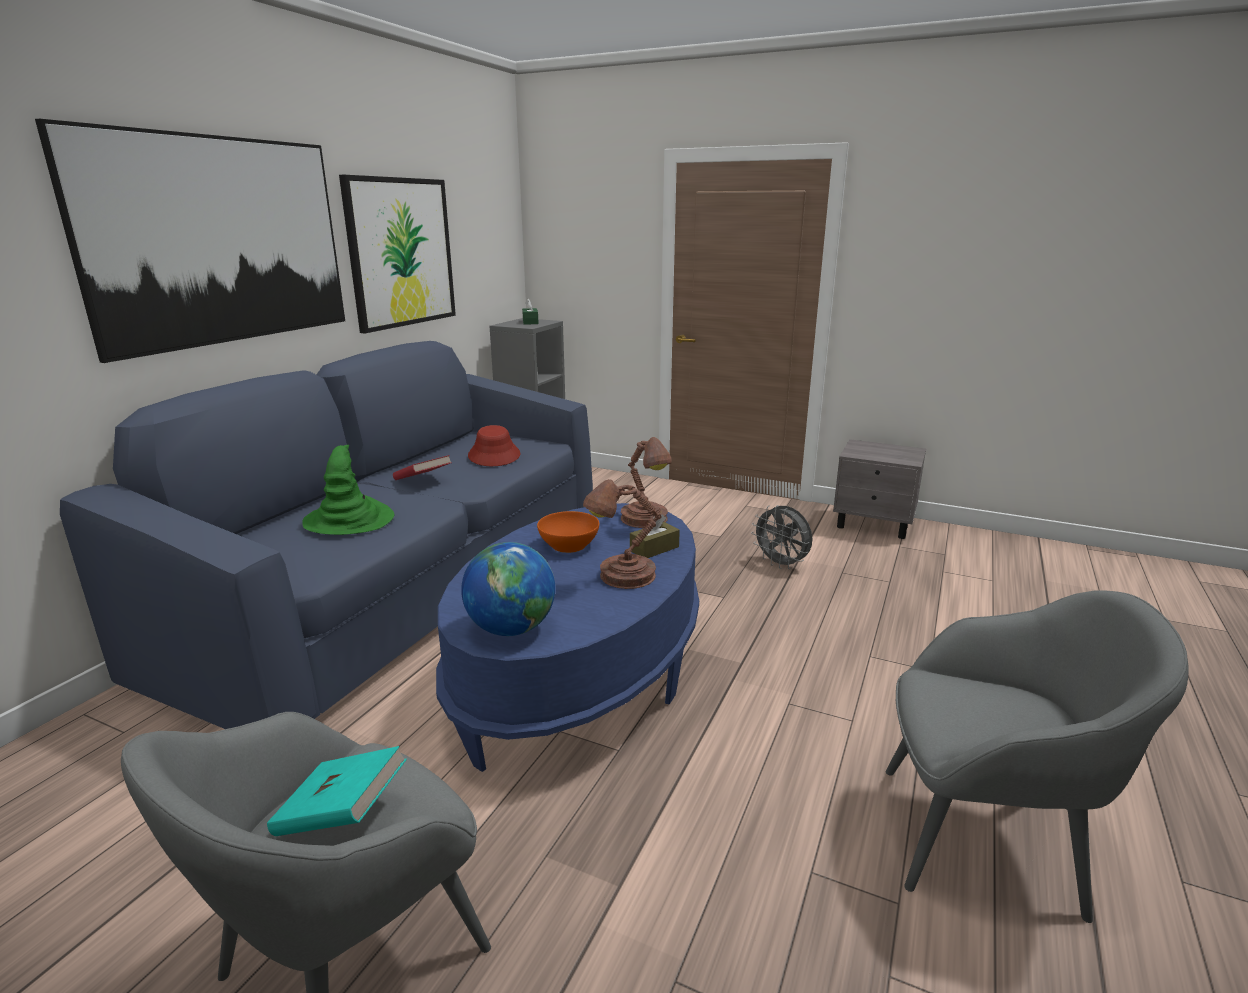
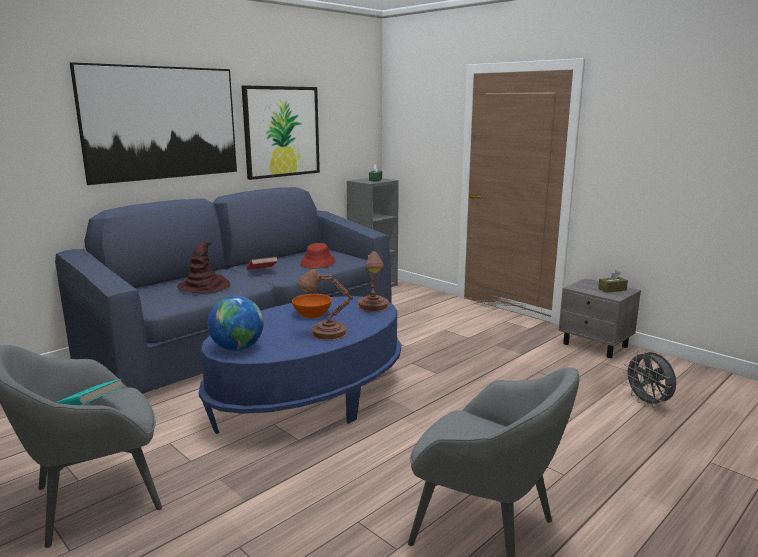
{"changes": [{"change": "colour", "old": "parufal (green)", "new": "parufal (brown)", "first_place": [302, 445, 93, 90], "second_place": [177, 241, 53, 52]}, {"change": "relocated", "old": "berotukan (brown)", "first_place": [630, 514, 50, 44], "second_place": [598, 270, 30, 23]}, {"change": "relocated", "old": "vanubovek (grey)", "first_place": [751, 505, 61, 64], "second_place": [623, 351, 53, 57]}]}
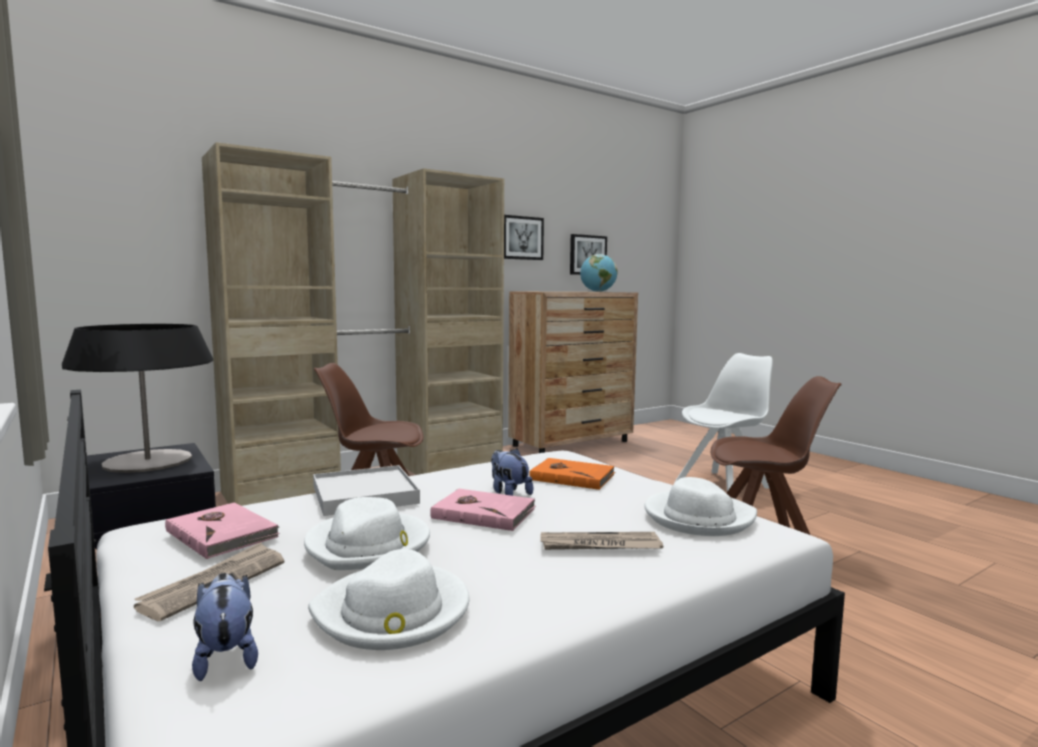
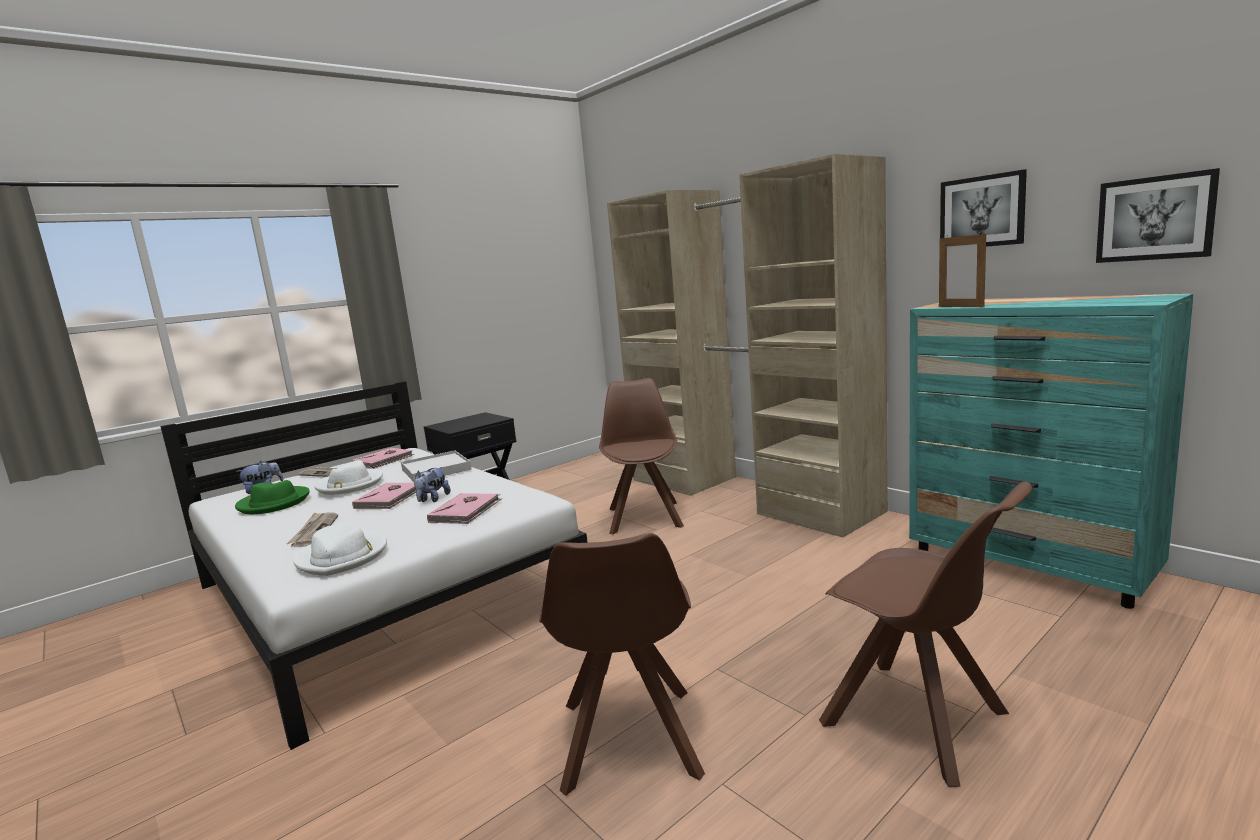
{"changes": [{"change": "missing", "old": "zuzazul", "first_place": [62, 324, 151, 149]}, {"change": "colour", "old": "parufal (white)", "new": "parufal (green)", "first_place": [308, 549, 161, 101], "second_place": [235, 480, 75, 34]}, {"change": "spun", "old": "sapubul", "first_place": [491, 448, 42, 48], "second_place": [414, 467, 37, 35], "degrees": 150}, {"change": "colour", "old": "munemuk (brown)", "new": "munemuk (turquoise)", "first_place": [508, 291, 130, 162], "second_place": [909, 294, 284, 315]}, {"change": "colour", "old": "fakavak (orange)", "new": "fakavak (pink)", "first_place": [529, 458, 86, 32], "second_place": [427, 493, 75, 31]}, {"change": "missing", "old": "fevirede", "first_place": [580, 254, 38, 38]}, {"change": "colour", "old": "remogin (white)", "new": "remogin (brown)", "first_place": [674, 353, 99, 139], "second_place": [819, 482, 213, 305]}, {"change": "appeared", "new": "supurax", "second_place": [939, 232, 47, 75]}]}
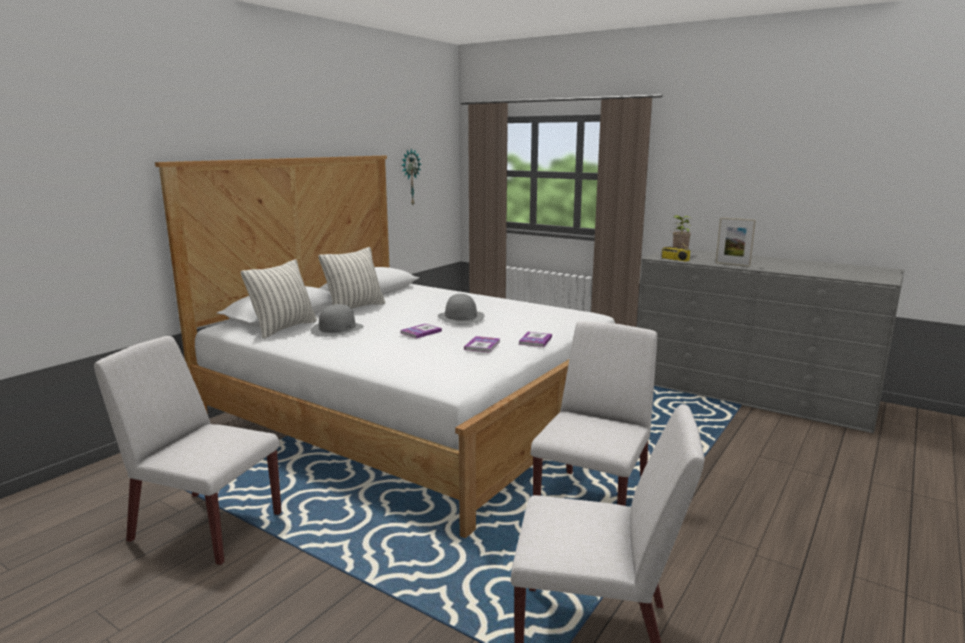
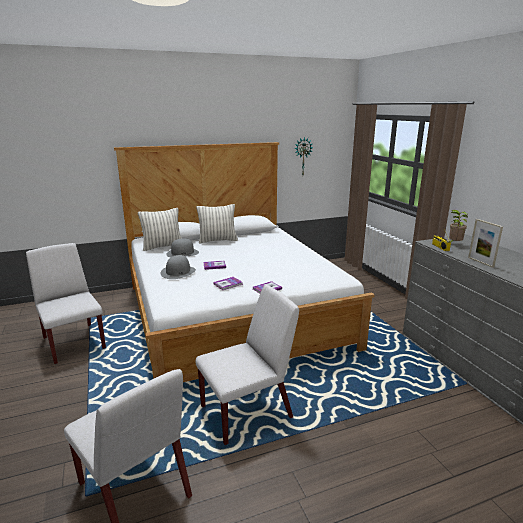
{"changes": [{"change": "relocated", "old": "parufal (grey)", "first_place": [438, 294, 47, 30], "second_place": [160, 255, 36, 24]}]}
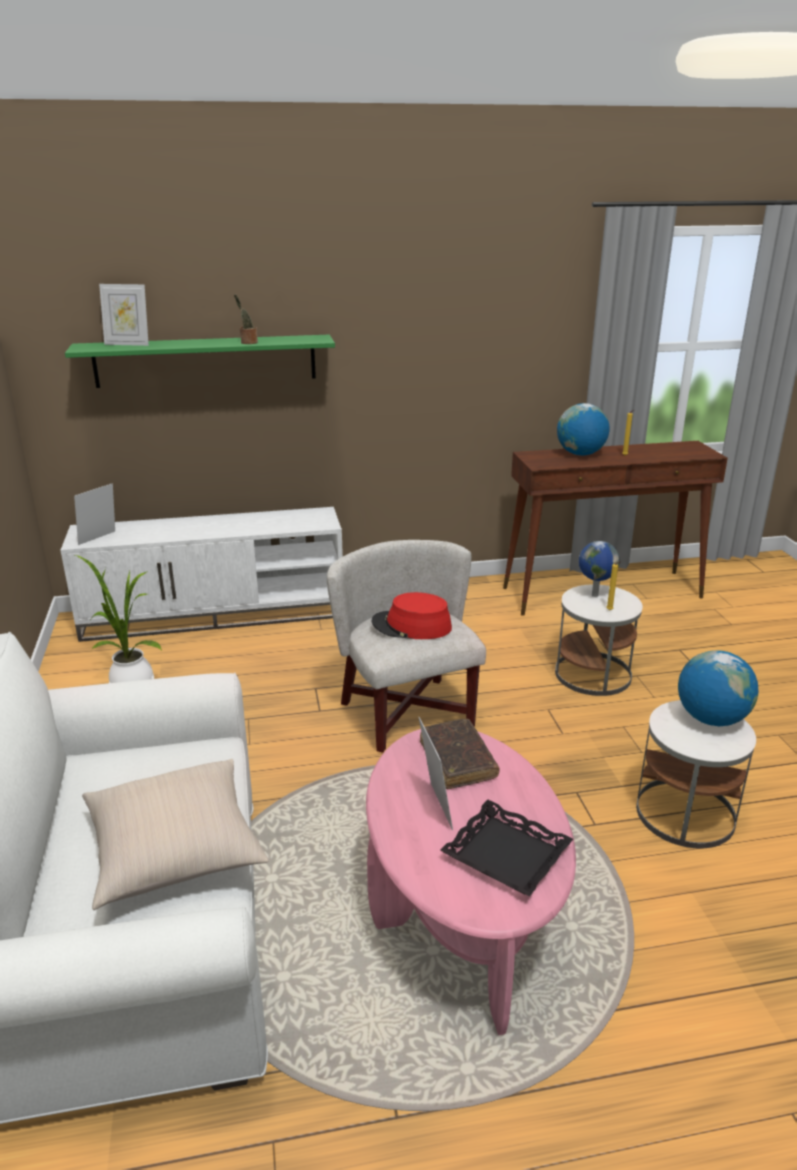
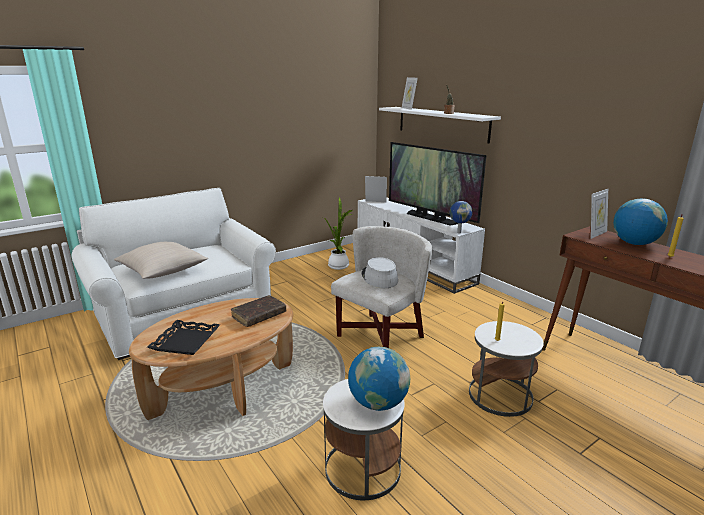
{"changes": [{"change": "colour", "old": "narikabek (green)", "new": "narikabek (white)", "first_place": [65, 335, 270, 53], "second_place": [379, 107, 122, 37]}, {"change": "colour", "old": "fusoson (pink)", "new": "fusoson (brown)", "first_place": [366, 729, 210, 306], "second_place": [129, 298, 164, 122]}, {"change": "colour", "old": "parufal (red)", "new": "parufal (grey)", "first_place": [371, 592, 81, 47], "second_place": [361, 257, 37, 31]}, {"change": "relocated", "old": "supurax", "first_place": [419, 717, 34, 113], "second_place": [591, 189, 17, 50]}, {"change": "relocated", "old": "fevirede", "first_place": [579, 541, 41, 56], "second_place": [450, 201, 23, 33]}, {"change": "appeared", "new": "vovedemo", "second_place": [389, 142, 97, 84]}]}
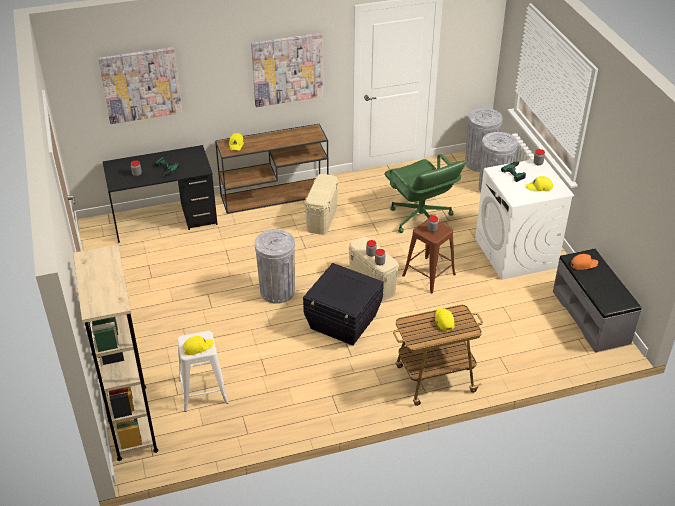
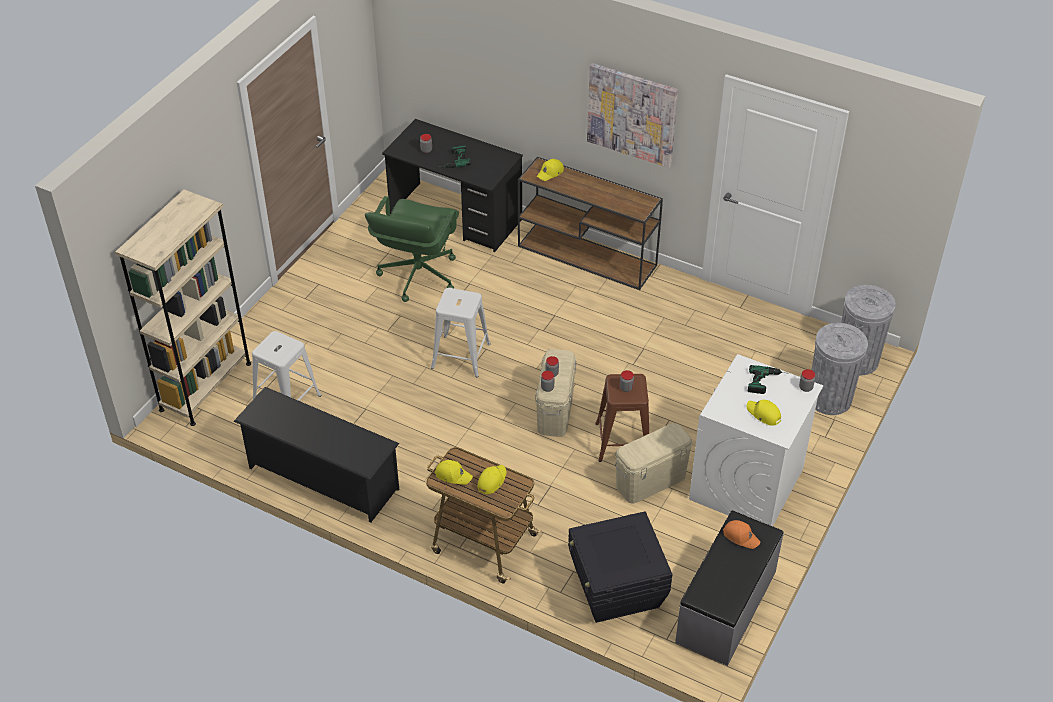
{"changes": [{"change": "missing", "old": "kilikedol", "first_place": [98, 47, 84, 77]}, {"change": "relocated", "old": "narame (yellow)", "first_place": [183, 336, 30, 19], "second_place": [435, 460, 38, 25]}, {"change": "exchanged", "old": "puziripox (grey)", "new": "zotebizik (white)", "first_place": [254, 229, 41, 75], "second_place": [431, 288, 60, 89]}, {"change": "relocated", "old": "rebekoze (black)", "first_place": [303, 263, 81, 83], "second_place": [568, 511, 104, 112]}, {"change": "relocated", "old": "rebekoze (beige)", "first_place": [305, 174, 33, 61], "second_place": [614, 423, 79, 81]}, {"change": "relocated", "old": "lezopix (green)", "first_place": [384, 154, 82, 79], "second_place": [365, 196, 94, 106]}, {"change": "appeared", "new": "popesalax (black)", "second_place": [234, 387, 165, 135]}]}
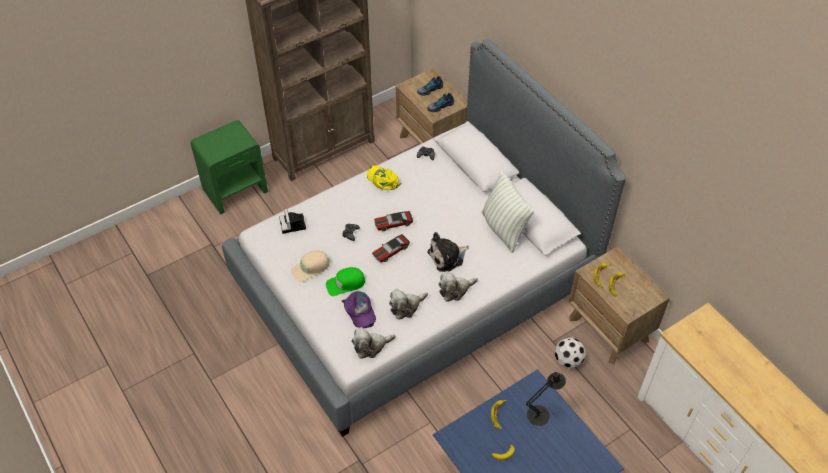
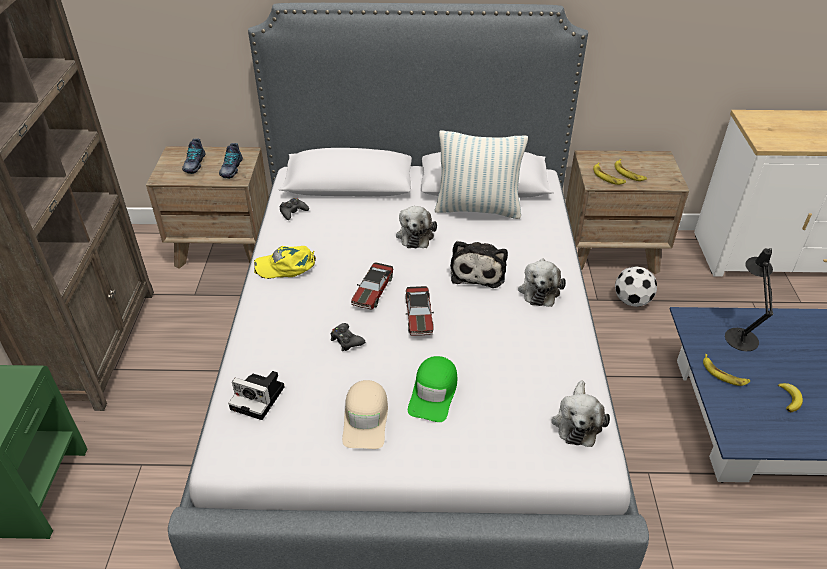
{"changes": [{"change": "missing", "old": "narame (purple)", "first_place": [342, 291, 34, 37]}, {"change": "relocated", "old": "sapubul", "first_place": [389, 289, 39, 31], "second_place": [396, 206, 41, 42]}]}
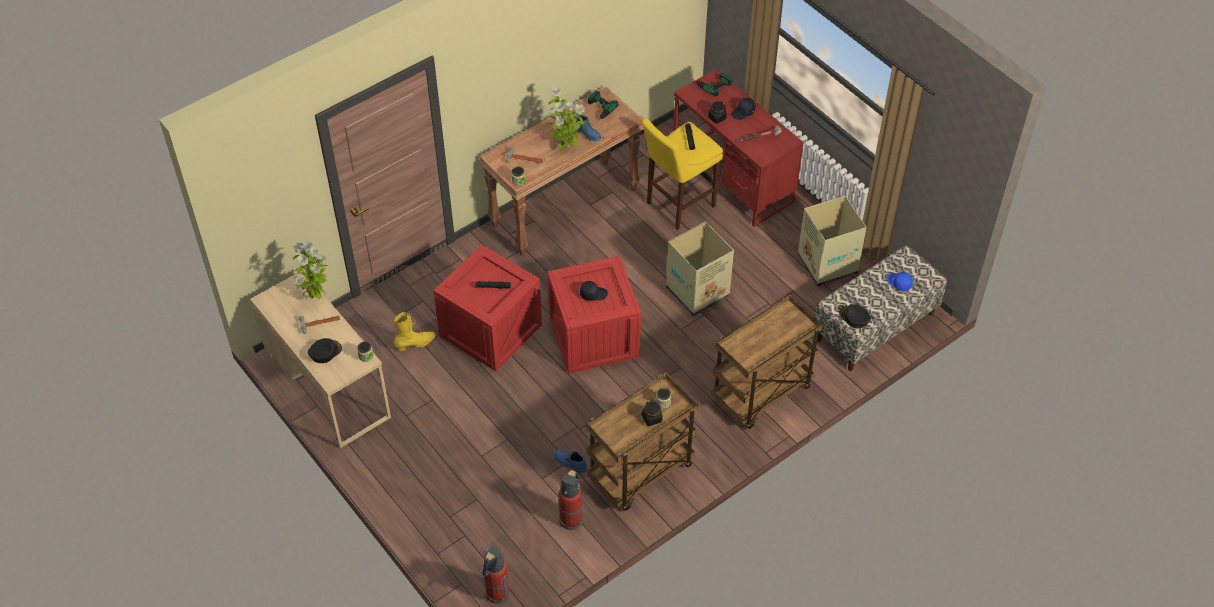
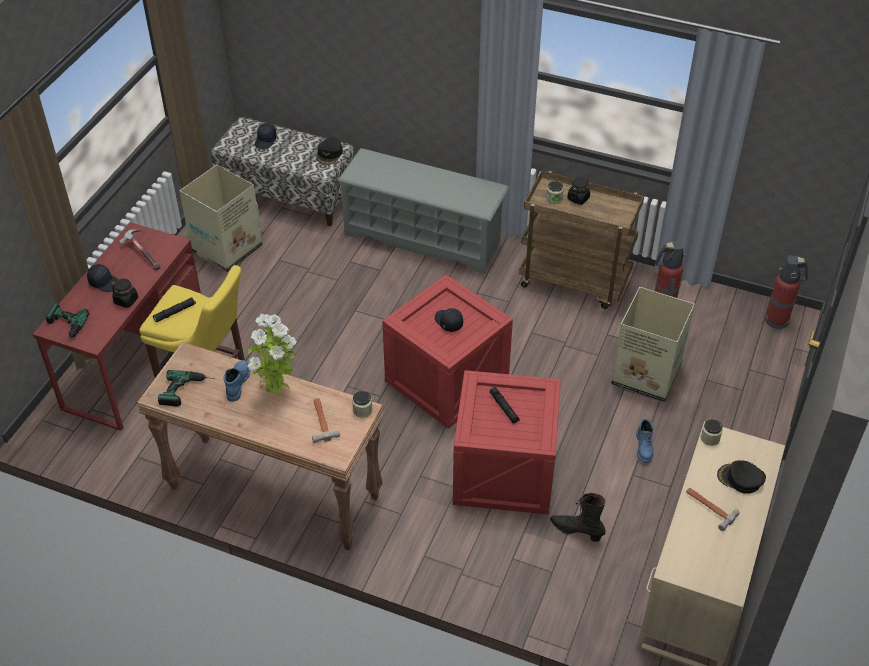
{"changes": [{"change": "missing", "old": "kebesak", "first_place": [293, 241, 35, 59]}, {"change": "colour", "old": "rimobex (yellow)", "new": "rimobex (black)", "first_place": [394, 312, 42, 39], "second_place": [550, 493, 55, 49]}, {"change": "relocated", "old": "rimobex (blue)", "first_place": [554, 450, 33, 23], "second_place": [636, 419, 18, 44]}, {"change": "relocated", "old": "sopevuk", "first_place": [666, 222, 68, 94], "second_place": [611, 287, 84, 115]}, {"change": "exchanged", "old": "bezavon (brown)", "new": "popesalax (grey)", "first_place": [711, 295, 111, 134], "second_place": [337, 148, 172, 126]}, {"change": "colour", "old": "narame (blue)", "new": "narame (black)", "first_place": [887, 272, 26, 19], "second_place": [255, 123, 22, 26]}]}
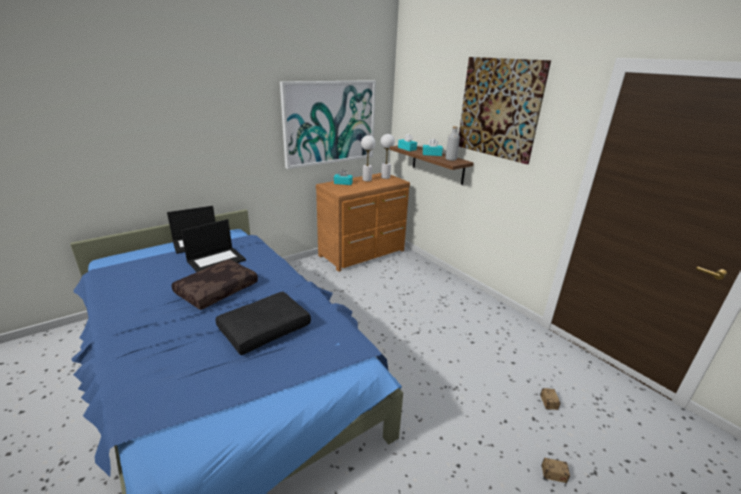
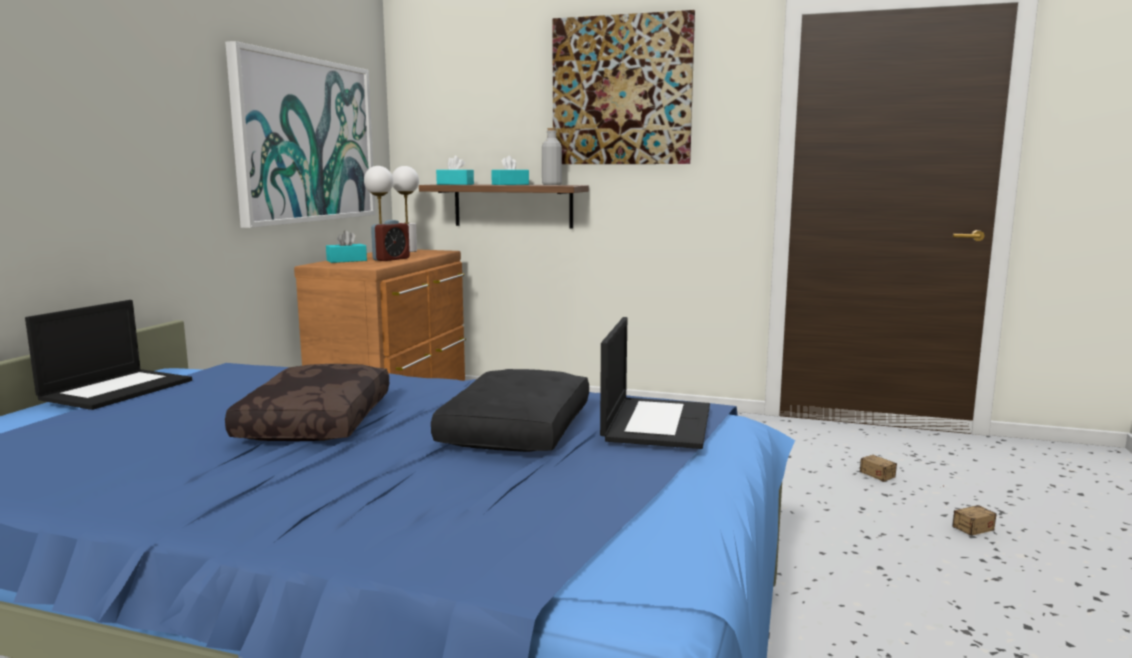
{"changes": [{"change": "relocated", "old": "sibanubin", "first_place": [181, 219, 65, 53], "second_place": [600, 317, 110, 132]}, {"change": "appeared", "new": "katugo", "second_place": [371, 220, 39, 41]}]}
